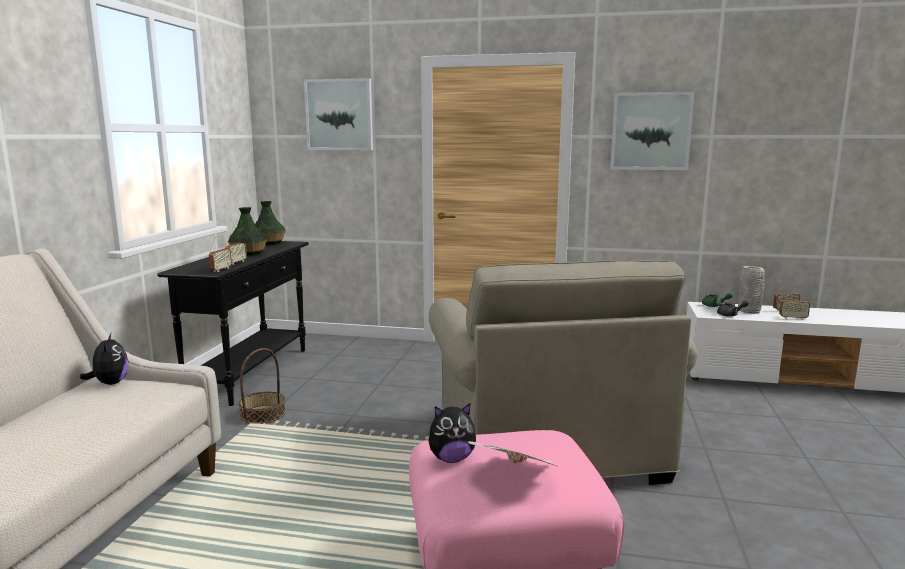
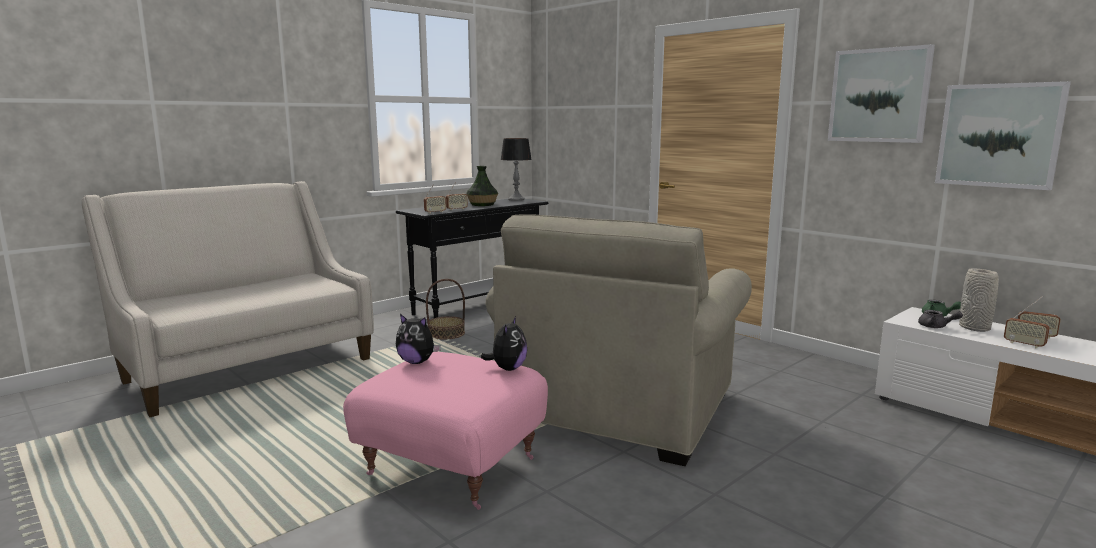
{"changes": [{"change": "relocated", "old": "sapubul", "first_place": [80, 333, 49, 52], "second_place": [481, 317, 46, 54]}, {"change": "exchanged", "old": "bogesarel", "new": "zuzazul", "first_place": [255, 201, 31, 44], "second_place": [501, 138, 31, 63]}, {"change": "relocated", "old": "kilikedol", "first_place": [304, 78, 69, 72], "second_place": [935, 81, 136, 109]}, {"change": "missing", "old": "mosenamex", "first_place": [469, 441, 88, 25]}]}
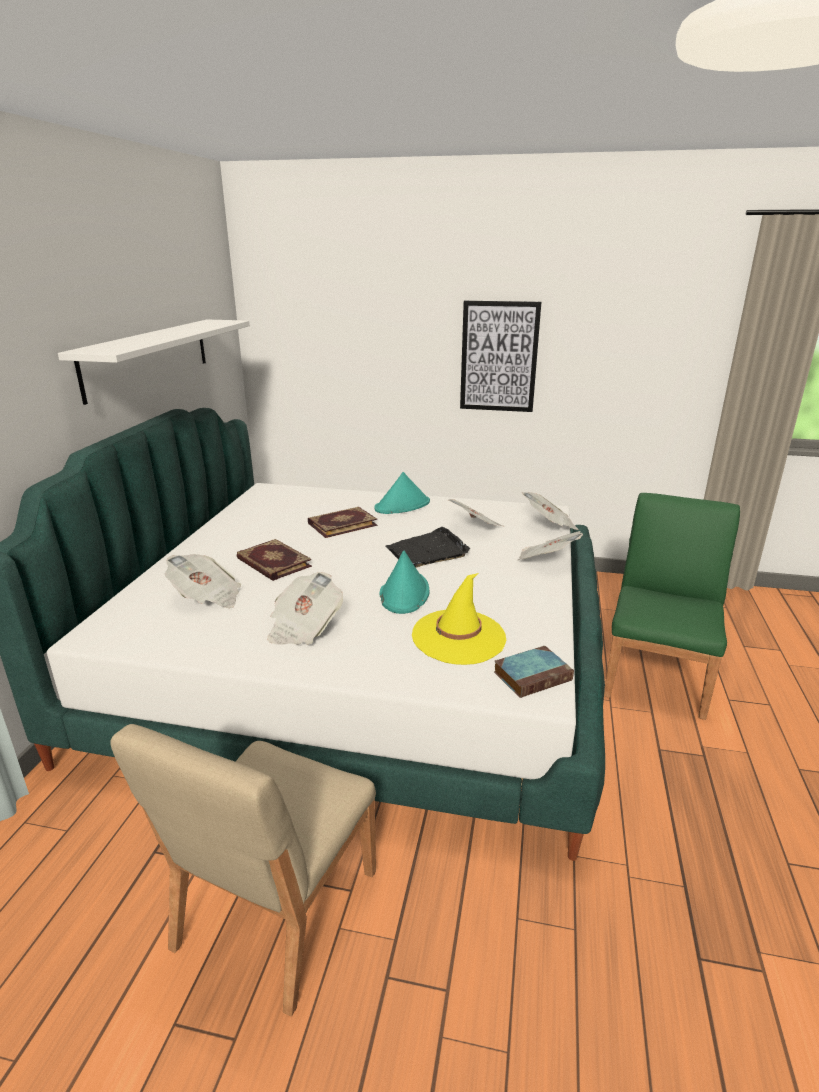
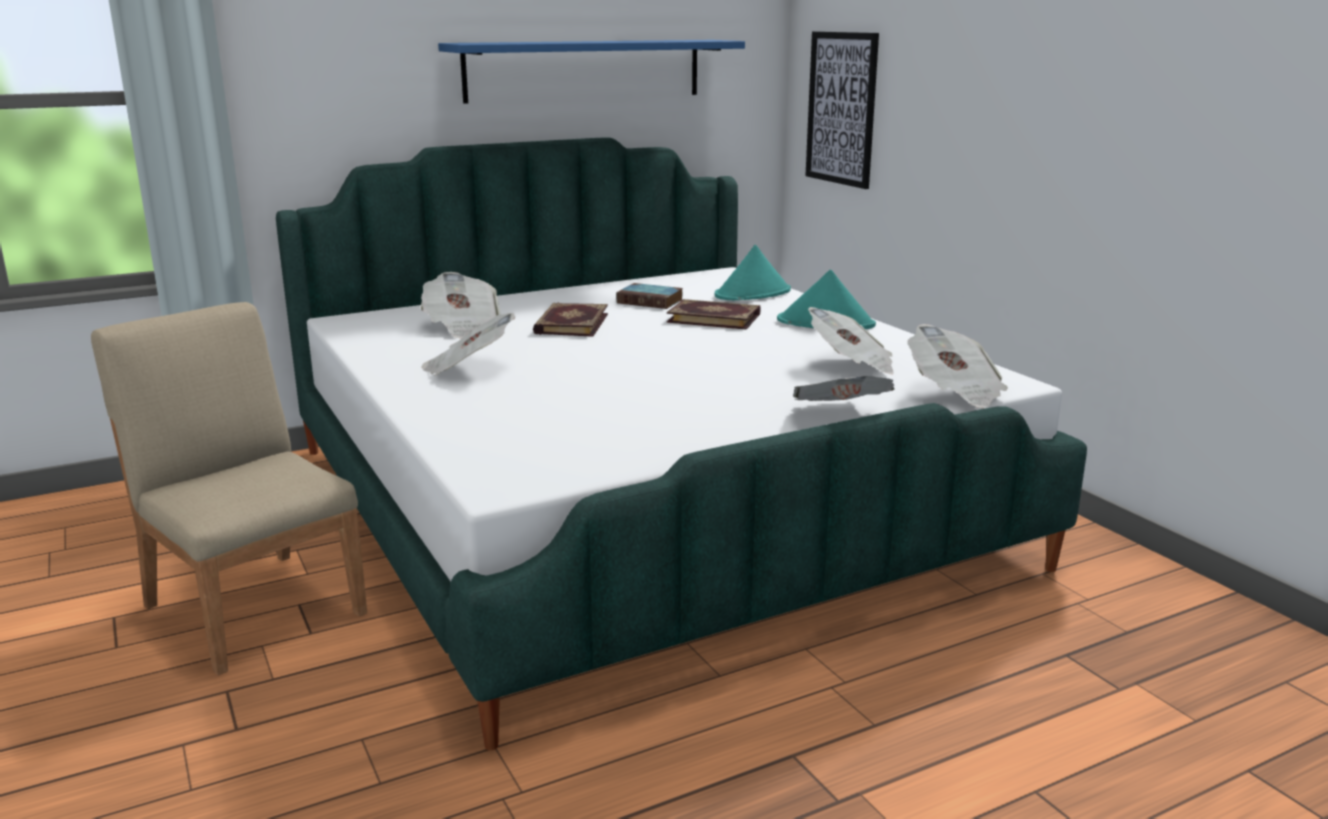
{"changes": [{"change": "colour", "old": "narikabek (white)", "new": "narikabek (blue)", "first_place": [58, 320, 192, 85], "second_place": [438, 40, 307, 64]}, {"change": "spun", "old": "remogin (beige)", "first_place": [110, 724, 266, 293], "second_place": [91, 302, 276, 373], "degrees": 60}, {"change": "relocated", "old": "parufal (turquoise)", "first_place": [380, 551, 49, 63], "second_place": [715, 245, 76, 55]}, {"change": "missing", "old": "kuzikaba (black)", "first_place": [386, 527, 84, 40]}, {"change": "missing", "old": "parufal (yellow)", "first_place": [412, 573, 94, 92]}, {"change": "relocated", "old": "kilikedol", "first_place": [460, 300, 81, 112], "second_place": [806, 32, 73, 157]}, {"change": "relocated", "old": "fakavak", "first_place": [494, 646, 80, 52], "second_place": [616, 283, 67, 26]}, {"change": "missing", "old": "remogin (green)", "first_place": [604, 493, 136, 227]}]}
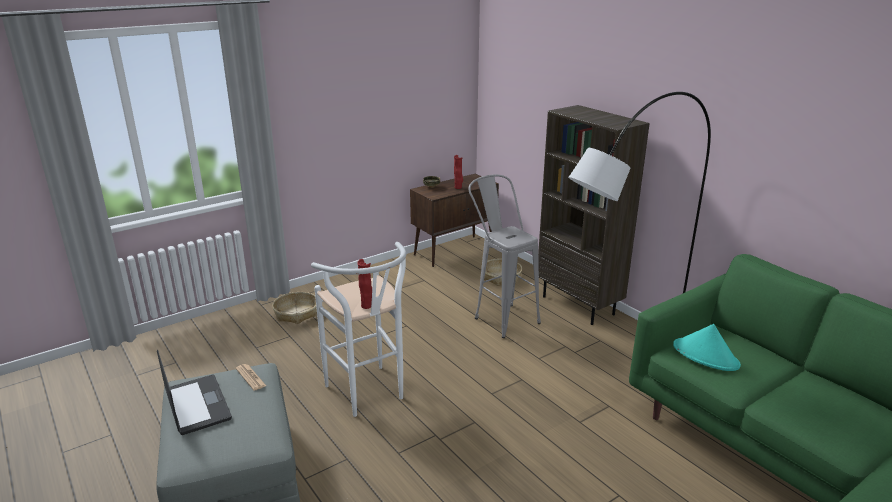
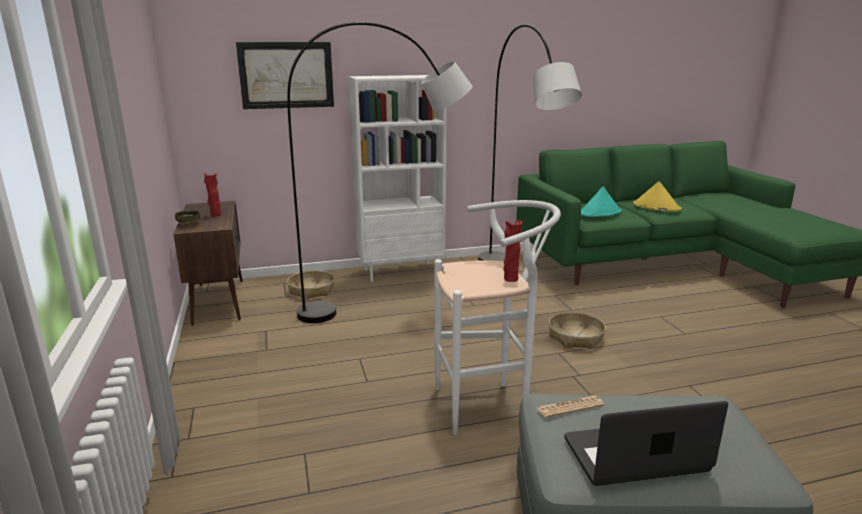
{"changes": [{"change": "relocated", "old": "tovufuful", "first_place": [272, 292, 45, 32], "second_place": [549, 312, 57, 37]}, {"change": "exchanged", "old": "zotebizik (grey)", "new": "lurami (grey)", "first_place": [469, 174, 72, 164], "second_place": [287, 22, 185, 301]}, {"change": "colour", "old": "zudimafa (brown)", "new": "zudimafa (white)", "first_place": [538, 105, 112, 220], "second_place": [348, 75, 99, 207]}, {"change": "appeared", "new": "kilikedol", "second_place": [236, 42, 98, 67]}, {"change": "appeared", "new": "parufal (yellow)", "second_place": [633, 181, 49, 31]}]}
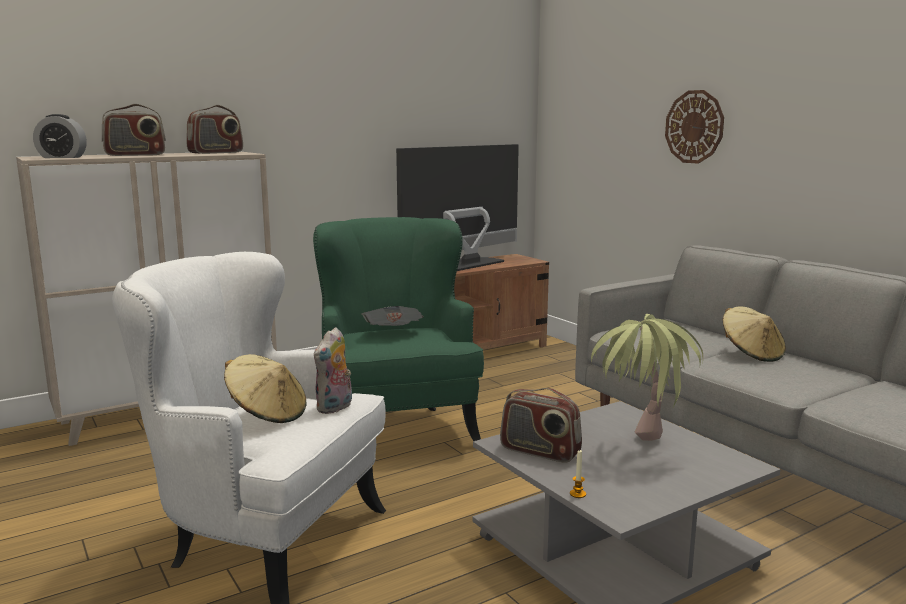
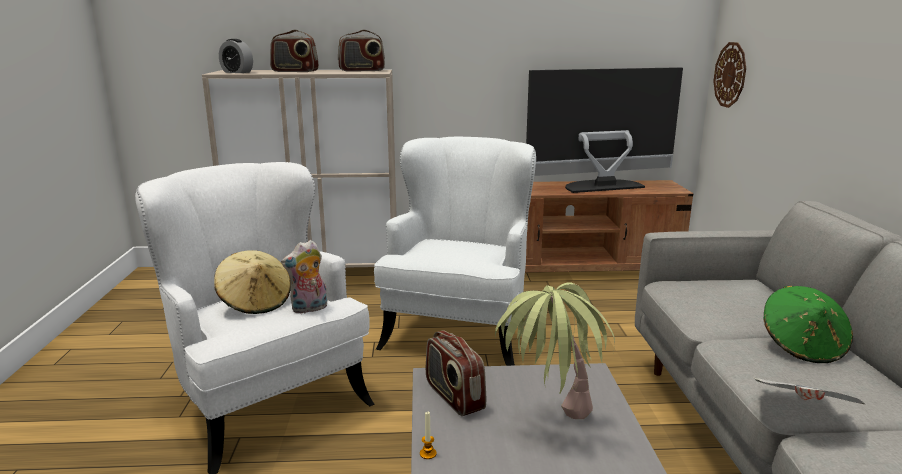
{"changes": [{"change": "colour", "old": "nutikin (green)", "new": "nutikin (white)", "first_place": [313, 217, 171, 224], "second_place": [374, 137, 162, 229]}, {"change": "relocated", "old": "mosenamex", "first_place": [361, 306, 63, 20], "second_place": [752, 377, 113, 27]}, {"change": "relocated", "old": "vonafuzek", "first_place": [665, 90, 59, 74], "second_place": [713, 42, 33, 66]}, {"change": "colour", "old": "parufal (beige)", "new": "parufal (green)", "first_place": [723, 306, 63, 56], "second_place": [764, 286, 89, 77]}]}
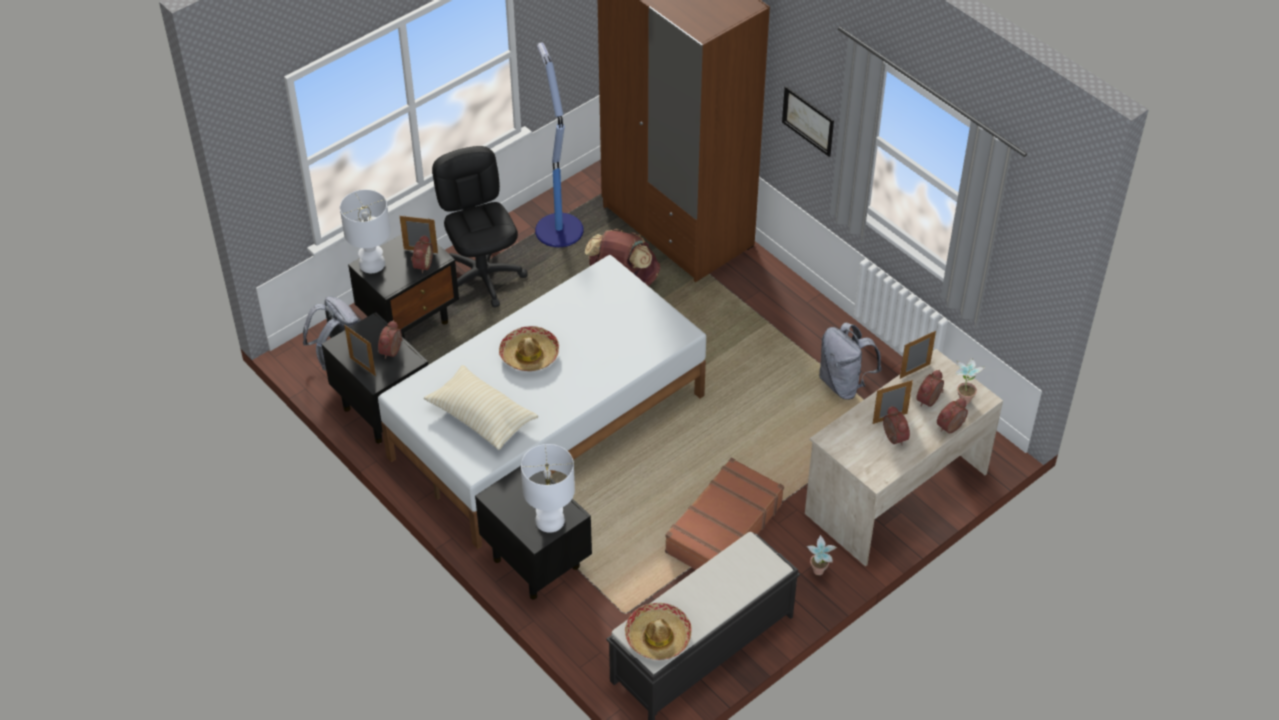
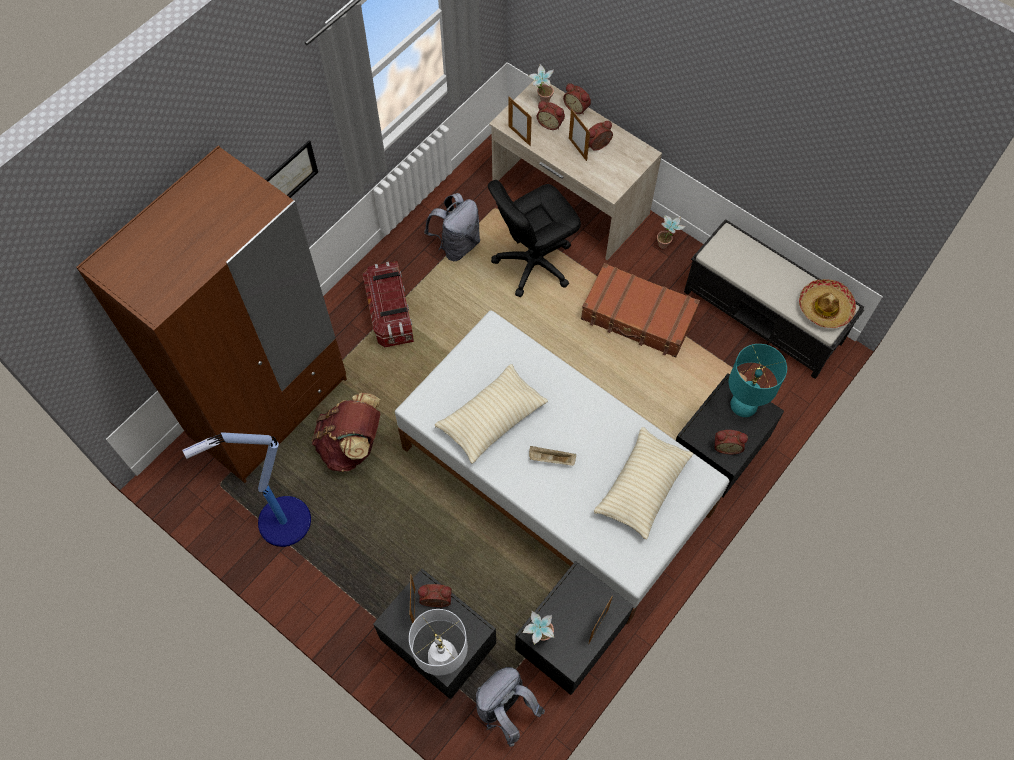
{"changes": [{"change": "relocated", "old": "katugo", "first_place": [378, 320, 24, 39], "second_place": [715, 430, 33, 24]}, {"change": "relocated", "old": "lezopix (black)", "first_place": [432, 146, 96, 162], "second_place": [488, 180, 93, 117]}, {"change": "exchanged", "old": "parufal", "new": "kuzikaba (beige)", "first_place": [499, 326, 60, 45], "second_place": [529, 446, 47, 20]}, {"change": "colour", "old": "zuzazul (white)", "new": "zuzazul (turquoise)", "first_place": [521, 444, 54, 89], "second_place": [729, 344, 58, 73]}, {"change": "appeared", "new": "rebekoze", "second_place": [363, 261, 51, 86]}, {"change": "appeared", "new": "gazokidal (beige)", "second_place": [435, 364, 113, 100]}, {"change": "appeared", "new": "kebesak", "second_place": [523, 611, 31, 34]}]}
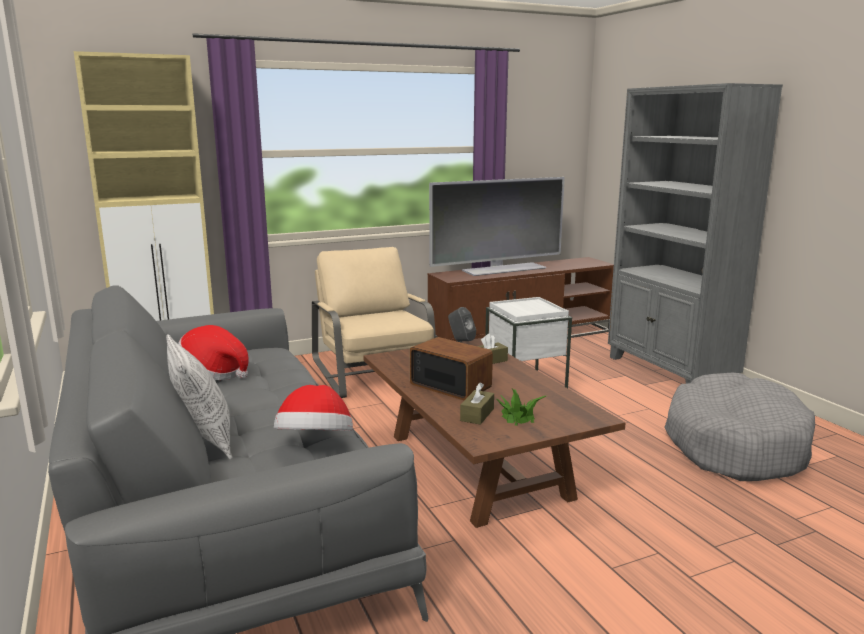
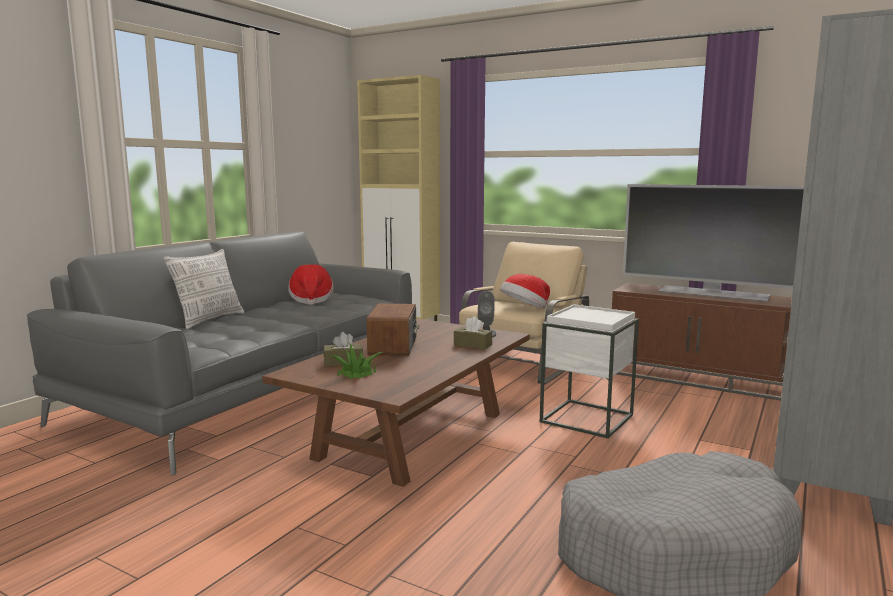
{"changes": [{"change": "relocated", "old": "parufal", "first_place": [274, 385, 79, 46], "second_place": [500, 274, 50, 34]}]}
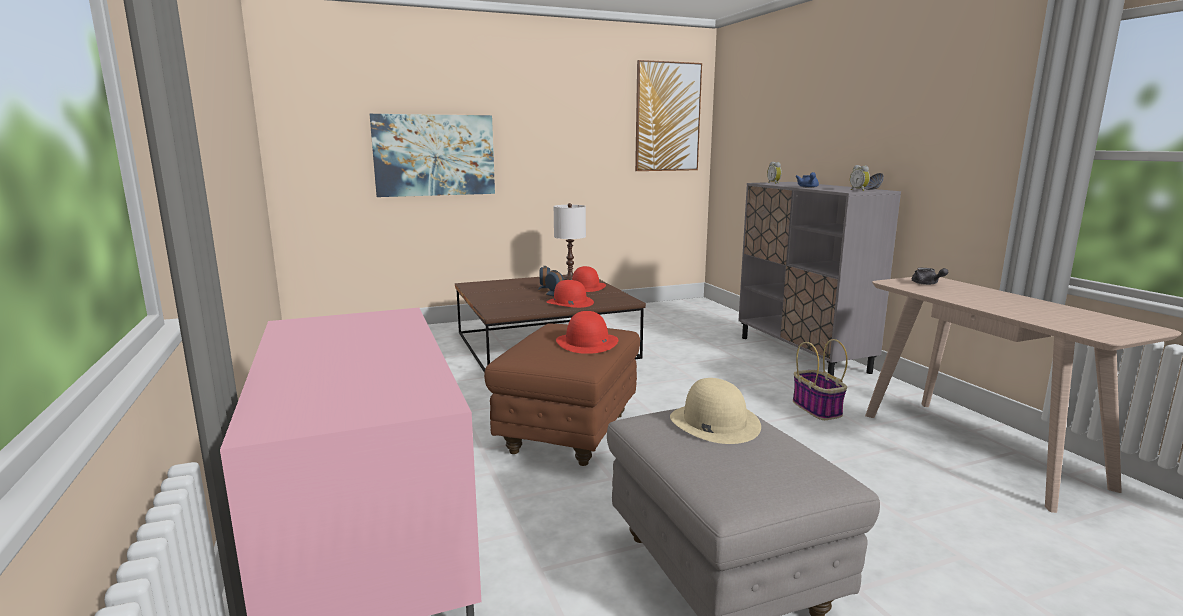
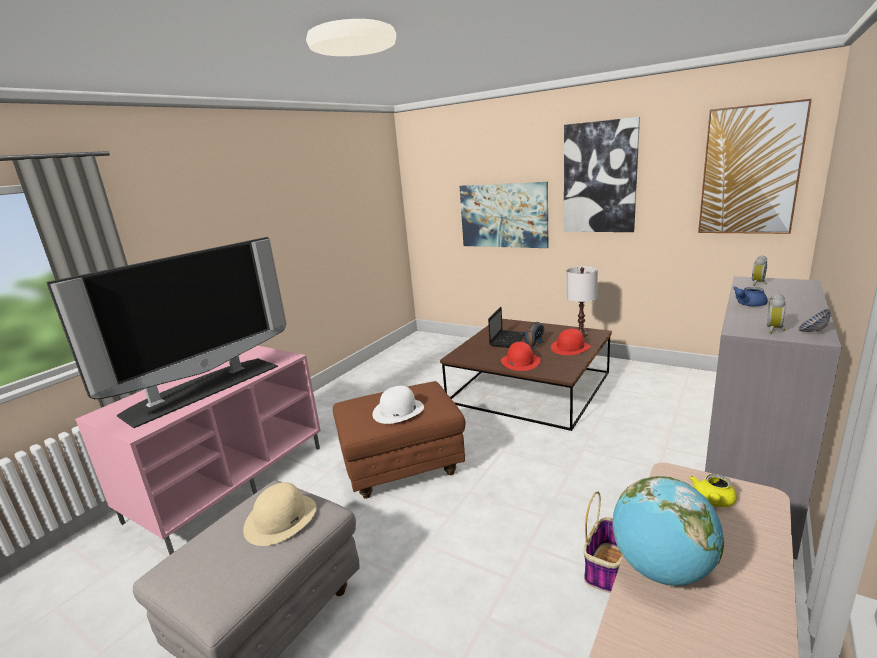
{"changes": [{"change": "colour", "old": "parufal (red)", "new": "parufal (white)", "first_place": [556, 311, 62, 43], "second_place": [372, 386, 52, 38]}, {"change": "colour", "old": "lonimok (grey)", "new": "lonimok (yellow)", "first_place": [912, 268, 36, 17], "second_place": [689, 474, 48, 33]}, {"change": "appeared", "new": "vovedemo", "second_place": [46, 237, 241, 191]}, {"change": "appeared", "new": "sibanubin", "second_place": [488, 307, 37, 41]}, {"change": "appeared", "new": "kilikedol", "second_place": [564, 117, 76, 115]}, {"change": "appeared", "new": "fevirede", "second_place": [612, 476, 112, 110]}]}
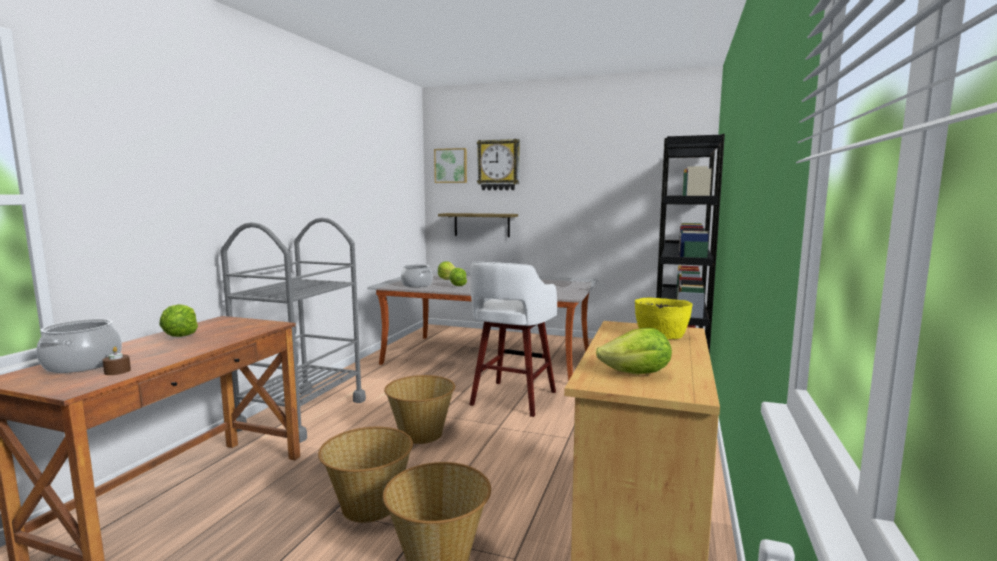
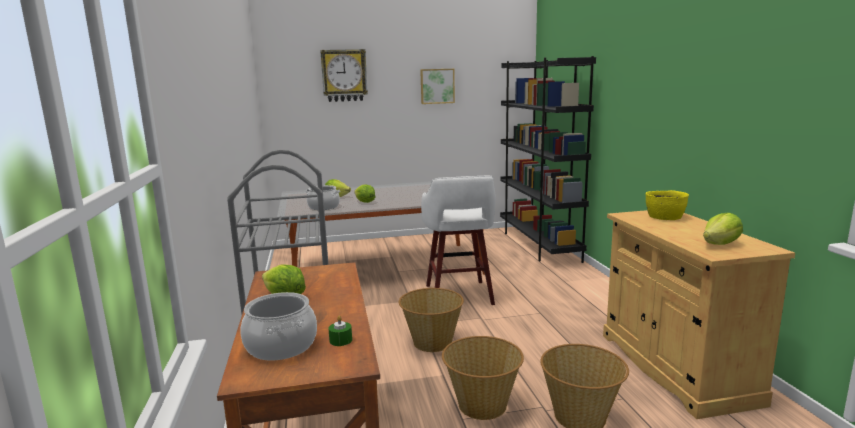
{"changes": [{"change": "colour", "old": "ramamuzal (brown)", "new": "ramamuzal (green)", "first_place": [103, 347, 28, 28], "second_place": [328, 316, 24, 30]}, {"change": "relocated", "old": "kilikedol", "first_place": [434, 148, 33, 35], "second_place": [420, 69, 35, 35]}, {"change": "missing", "old": "narikabek", "first_place": [438, 213, 80, 24]}]}
